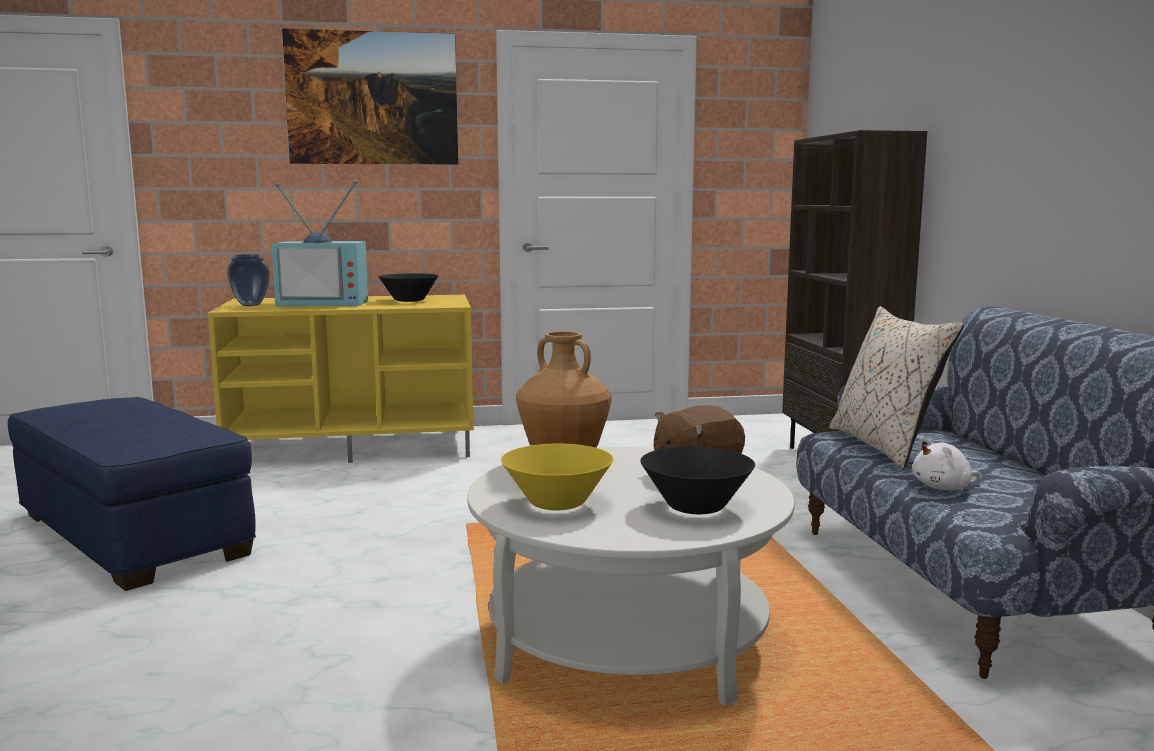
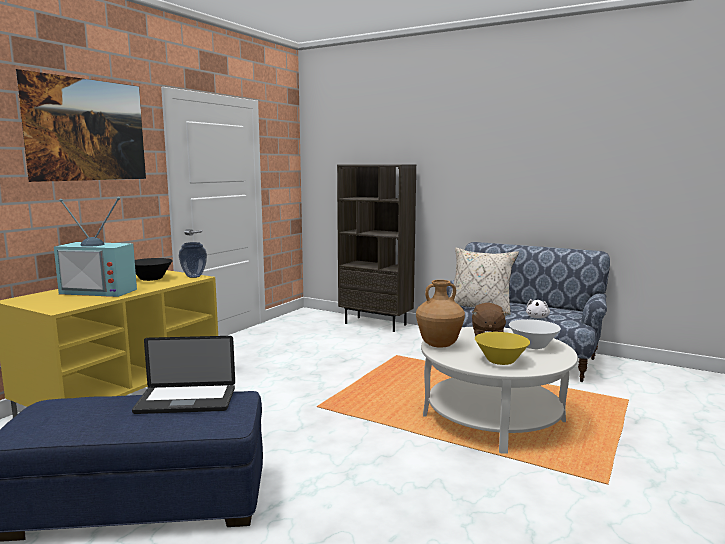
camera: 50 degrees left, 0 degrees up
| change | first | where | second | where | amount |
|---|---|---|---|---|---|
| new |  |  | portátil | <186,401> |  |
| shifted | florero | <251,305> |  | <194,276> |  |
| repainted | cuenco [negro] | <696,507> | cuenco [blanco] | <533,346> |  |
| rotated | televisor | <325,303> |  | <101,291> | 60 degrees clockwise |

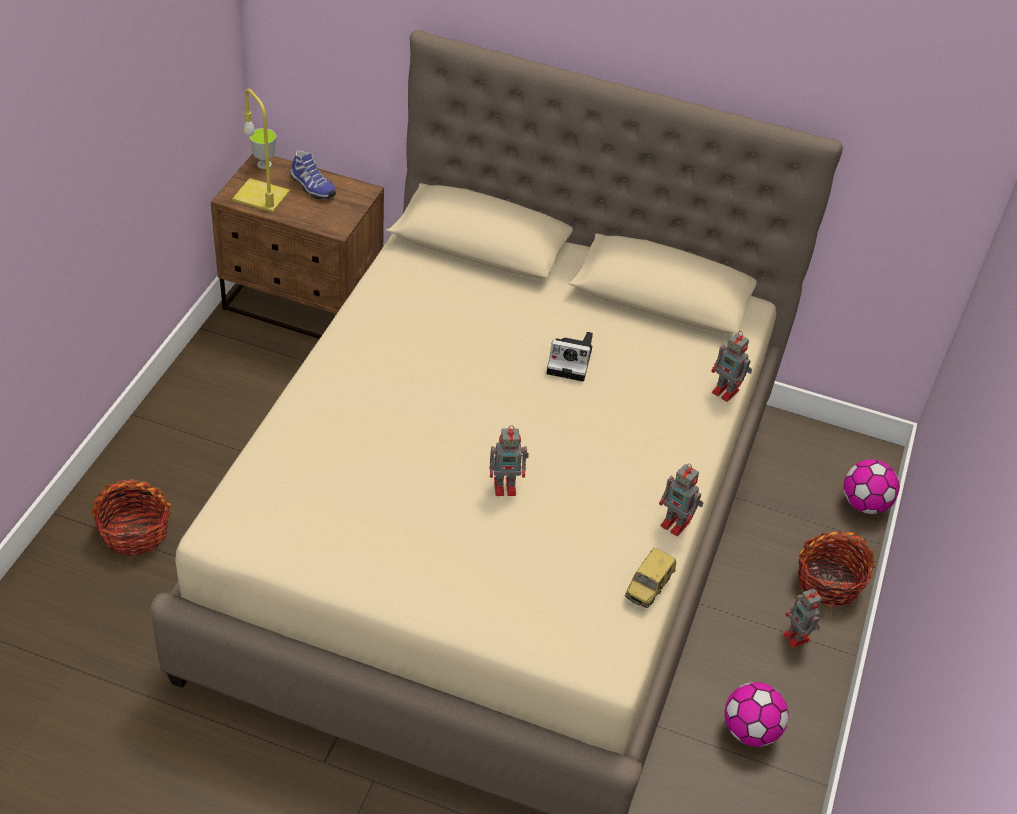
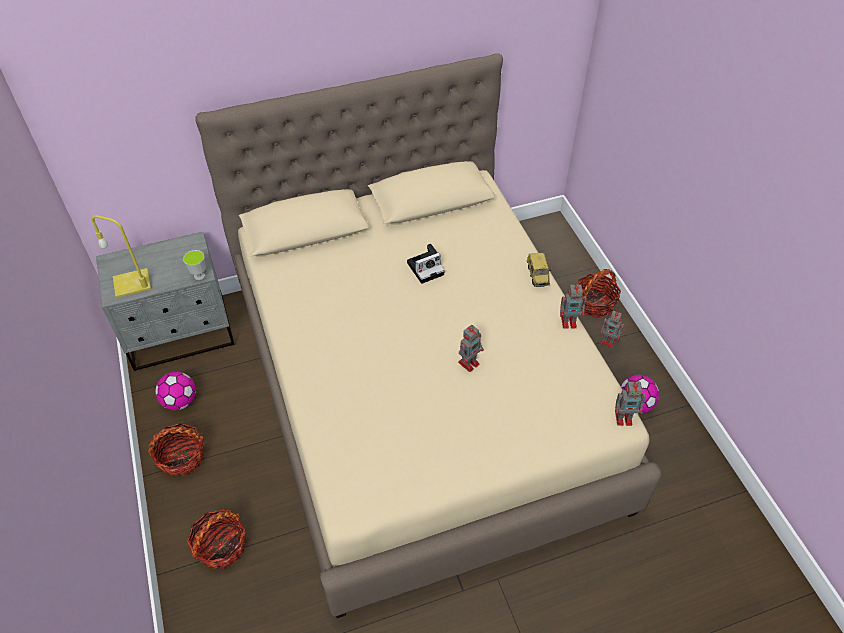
camera: 35 degrees left, 5 degrees up
| change | first | where | second | where | amount |
|---|---|---|---|---|---|
| gone | zapato | <311,187> |  |  |  |
| new |  |  | cesta | <181,457> |  |
| shifted | taza | <264,164> |  | <199,276> |  |
| shifted | coche de juguete | <649,588> |  | <538,276> |  |
| shifted | robot de juguete | <726,392> |  | <624,417> |  |
| shifted | balón de fútbol | <864,504> |  | <180,401> |  |
| repainted | mesita de noche [marrón] | <303,304> | mesita de noche [gris] | <181,335> |  |

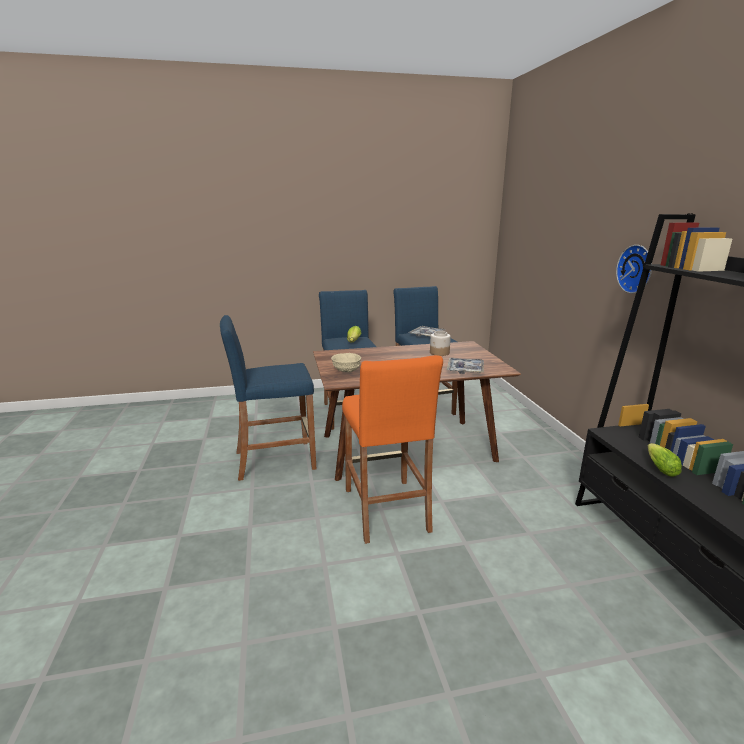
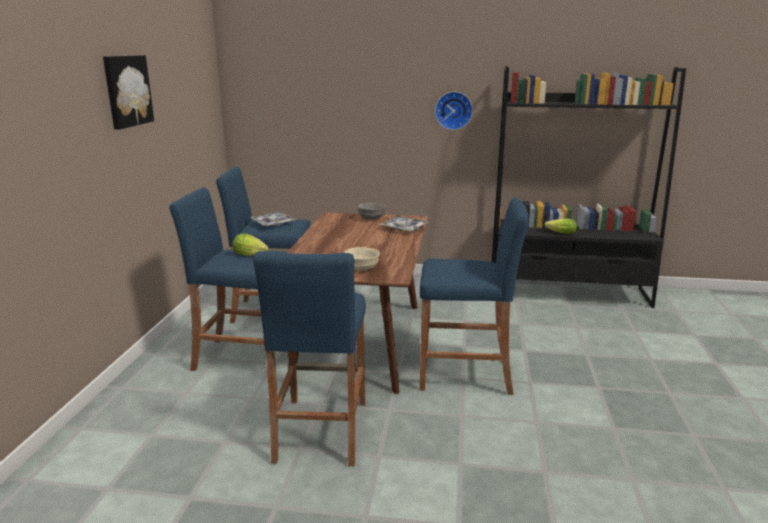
camera: 70 degrees left, 0 degrees up
| change | first | where | second | where | amount |
|---|---|---|---|---|---|
| gone | tarro | <439,353> |  |  |  |
| new |  |  | cuadro | <126,91> |  |
| new |  |  | cuenco [gris] | <371,218> |  |
| repainted | taburete [naranja] | <386,509> | taburete [azul] | <465,374> |  |

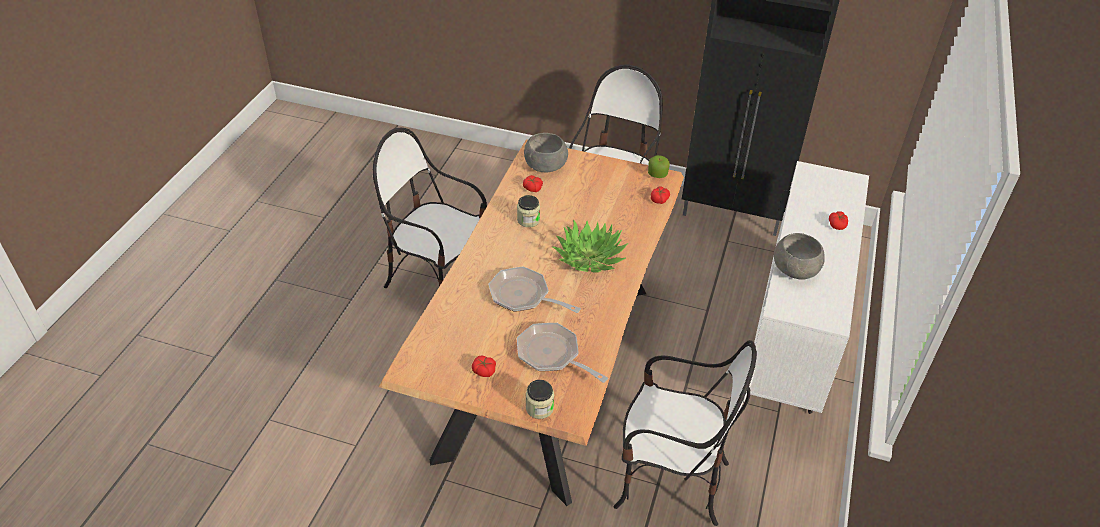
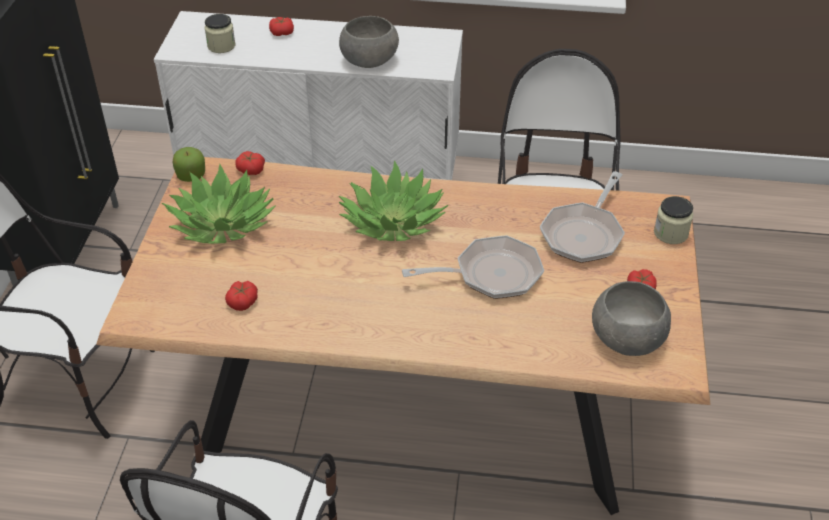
camera: 100 degrees left, 0 degrees up
| change | first | where | second | where | amount |
|---|---|---|---|---|---|
| new |  |  | planta en maceta | <222,224> |  |
| shifted | tarro | <528,220> |  | <221,46> |  |
| shifted | cuenco [gris] | <545,165> |  | <628,338> |  |
| rotated | sartén | <523,296> |  | <490,275> | 120 degrees counterclockwise |

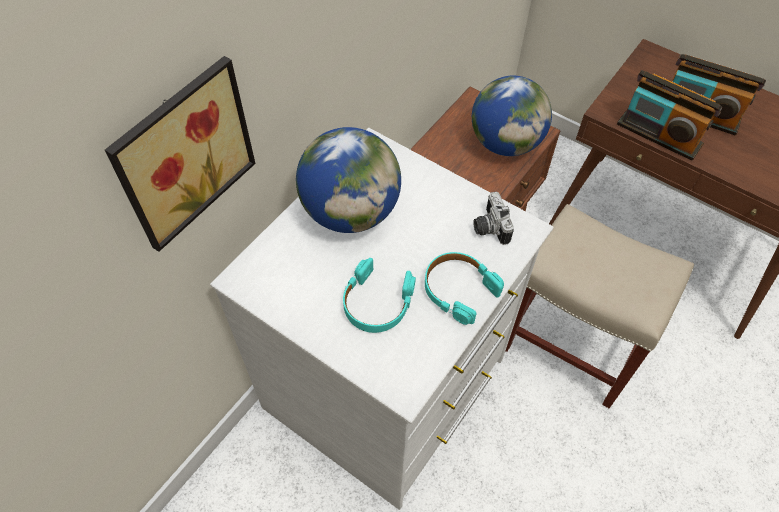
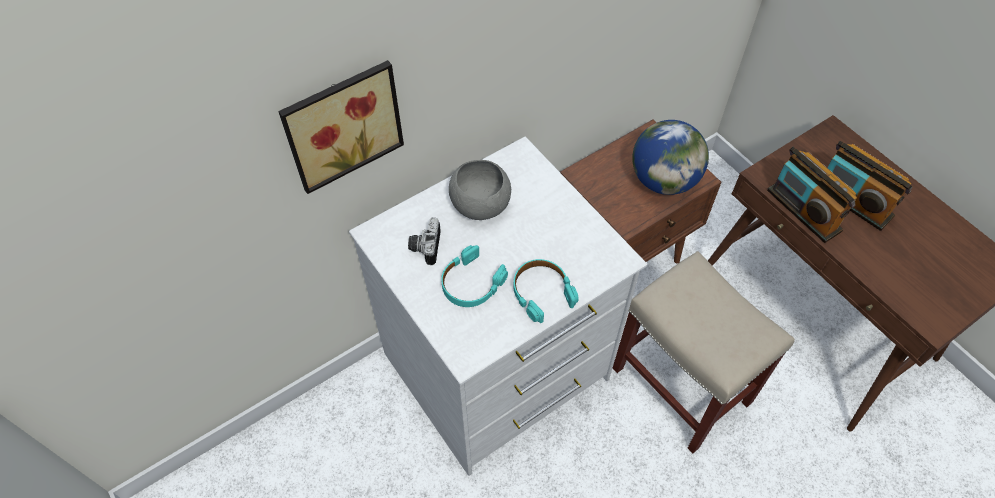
camera: 20 degrees right, 0 degrees up
| change | first | where | second | where | amount |
|---|---|---|---|---|---|
| shifted | cámara | <488,227> |  | <424,247> |  |
| swapped | globo terráqueo | <350,212> | cuenco [gris] | <480,204> |  |

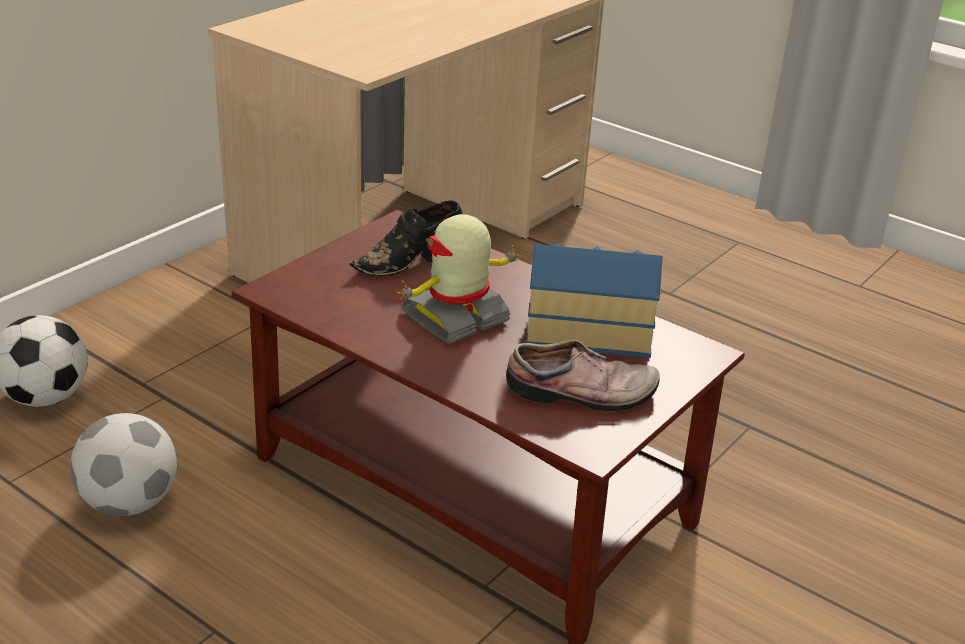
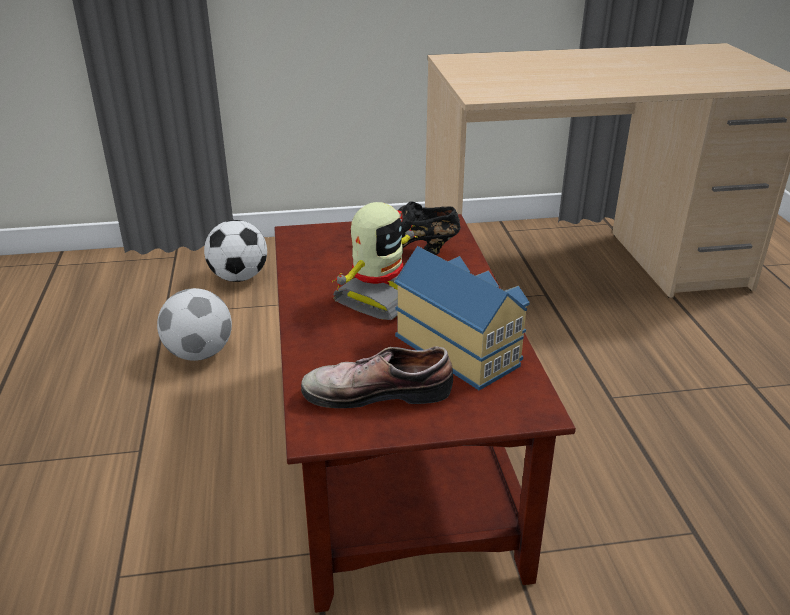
camera: 45 degrees right, 0 degrees up
| change | first | where | second | where | amount |
|---|---|---|---|---|---|
| rotated | robot de juguete | <457,318> |  | <379,297> | 120 degrees clockwise |
| rotated | zapato | <582,394> |  | <377,390> | 135 degrees clockwise |

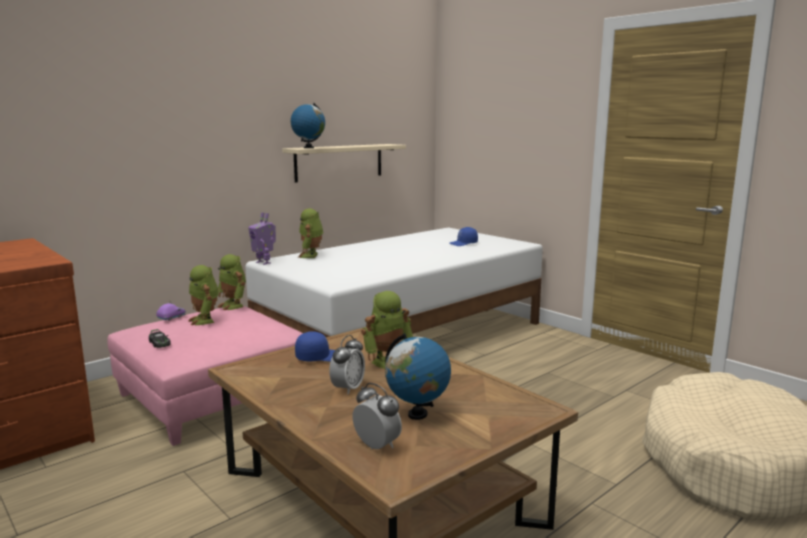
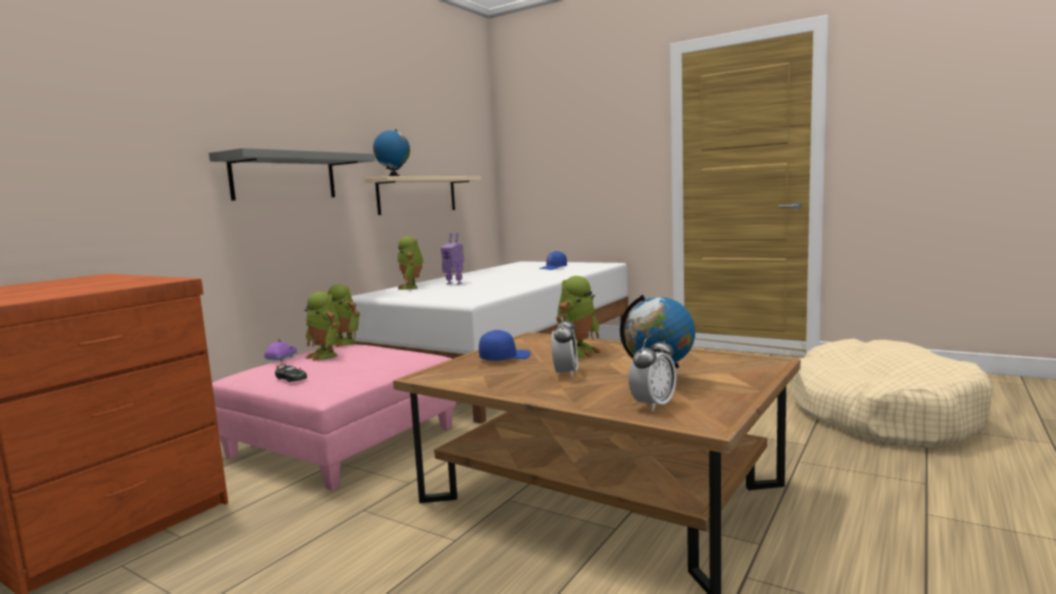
camera: 15 degrees left, 5 degrees down
| change | first | where | second | where | amount |
|---|---|---|---|---|---|
| new |  |  | estante [gris] | <284,177> |  |
| shifted | robot de juguete | <264,262> |  | <455,283> |  |
| rotated | despertador | <377,446> |  | <653,405> | 105 degrees clockwise |

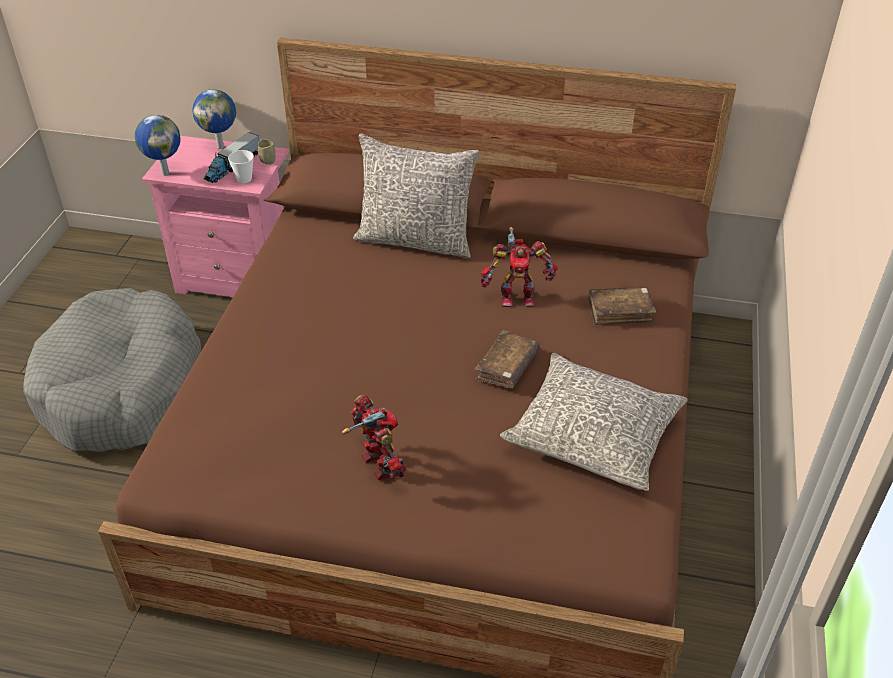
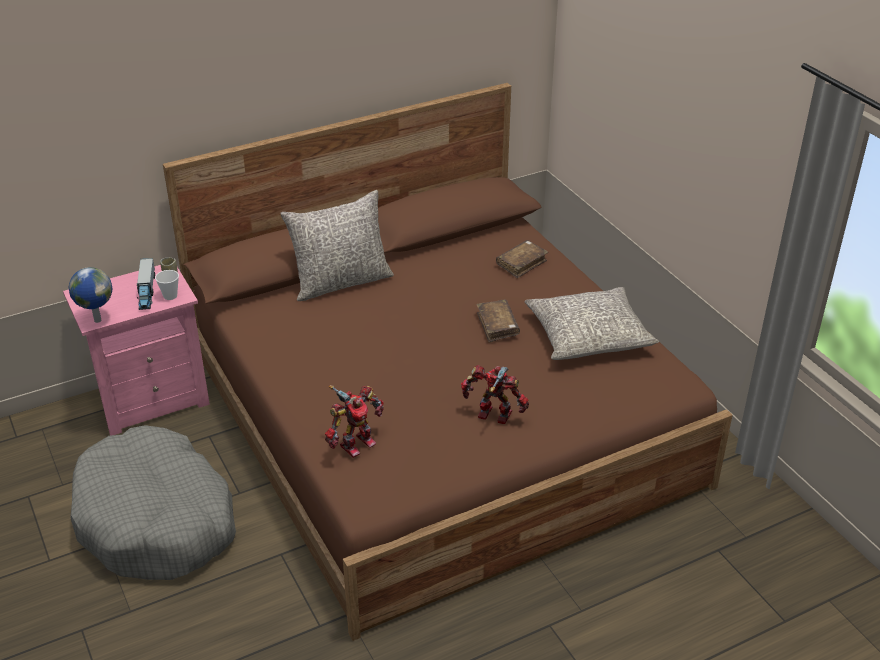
camera: 40 degrees left, 5 degrees down
| change | first | where | second | where | amount |
|---|---|---|---|---|---|
| gone | globo terráqueo | <221,146> |  |  |  |
| shifted | robot de juguete | <516,296> |  | <355,443> |  |

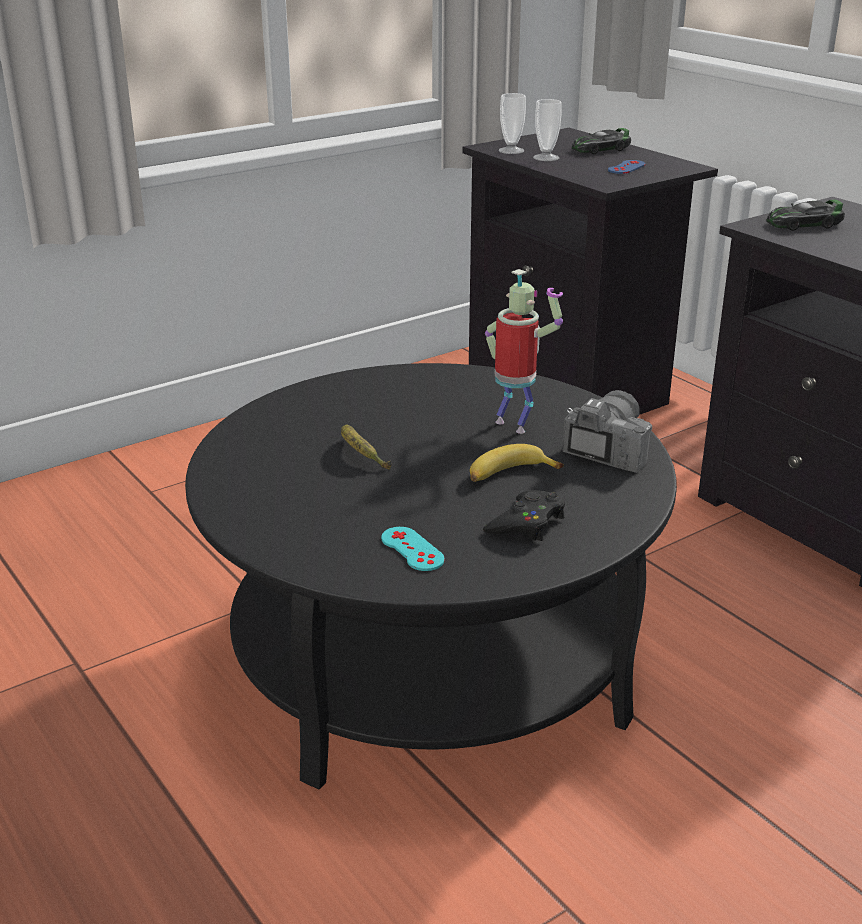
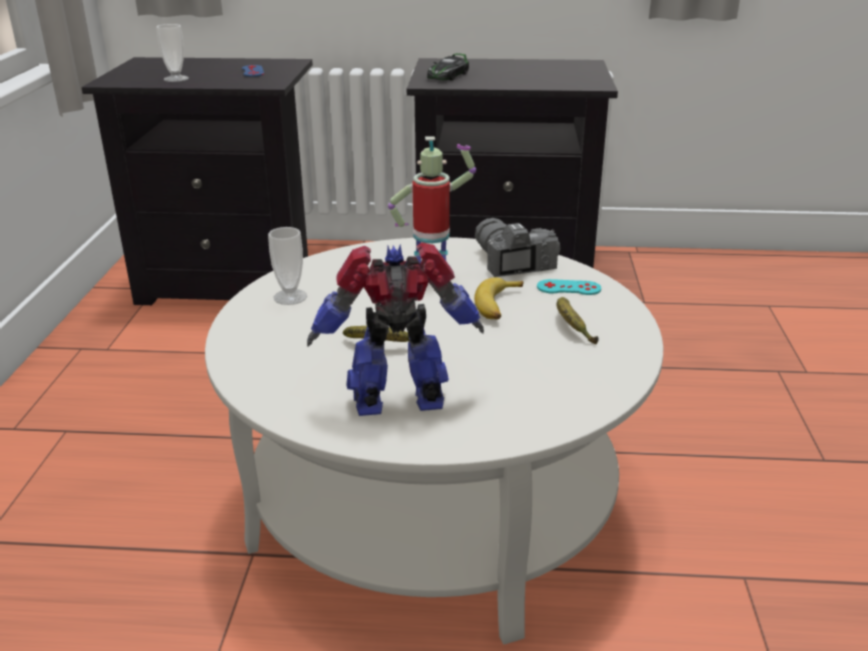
camera: 50 degrees left, 0 degrees up
| change | first | where | second | where | amount |
|---|---|---|---|---|---|
| gone | coche de juguete | <601,149> |  |  |  |
| new |  |  | robot de juguete | <400,403> |  |
| shifted | mando de consola [turquesa] | <412,549> |  | <568,288> |  |
| shifted | taza | <511,150> |  | <290,297> |  |
| swapped | mando de consola [negro] | <526,523> | plátano | <571,327> |  |
| repainted | mesa de centro [negro] | <430,654> | mesa de centro [blanco] | <434,499> |  |

